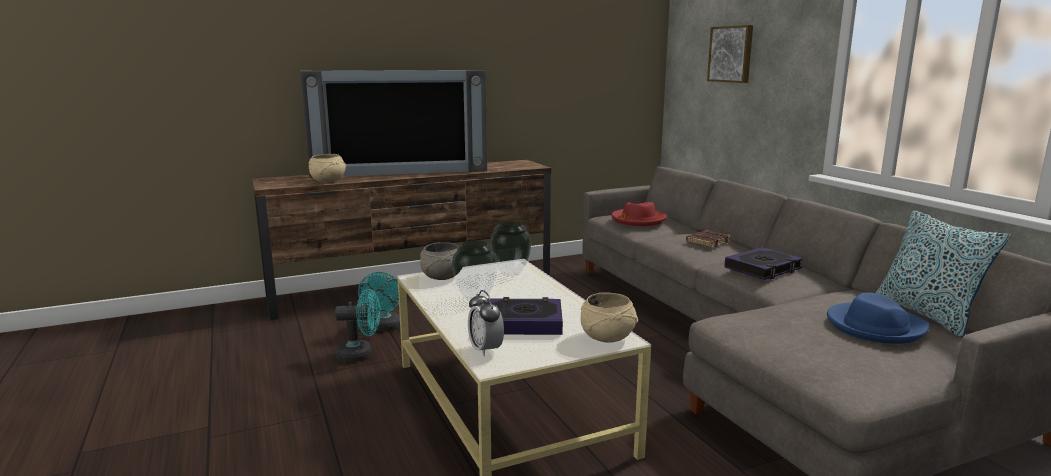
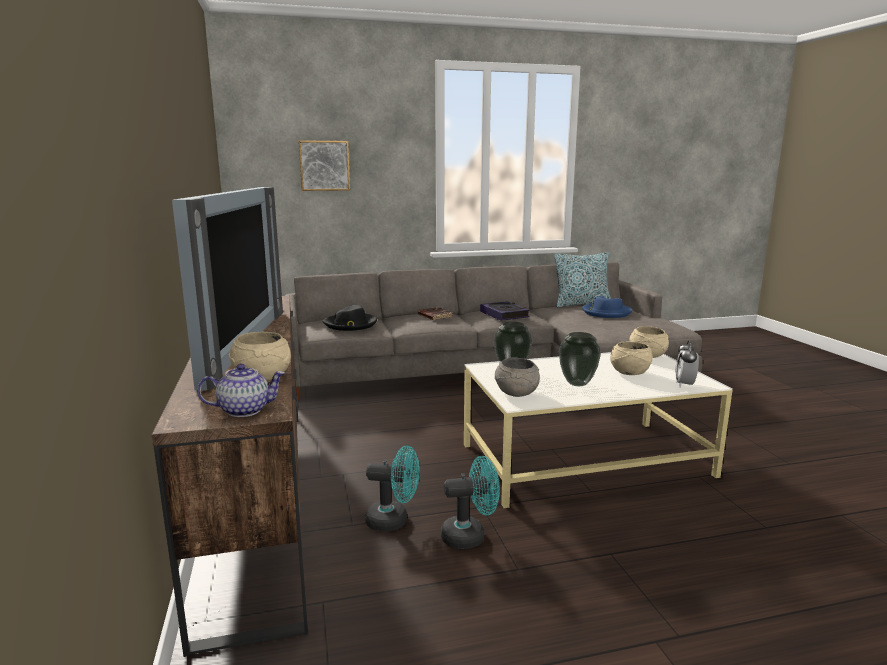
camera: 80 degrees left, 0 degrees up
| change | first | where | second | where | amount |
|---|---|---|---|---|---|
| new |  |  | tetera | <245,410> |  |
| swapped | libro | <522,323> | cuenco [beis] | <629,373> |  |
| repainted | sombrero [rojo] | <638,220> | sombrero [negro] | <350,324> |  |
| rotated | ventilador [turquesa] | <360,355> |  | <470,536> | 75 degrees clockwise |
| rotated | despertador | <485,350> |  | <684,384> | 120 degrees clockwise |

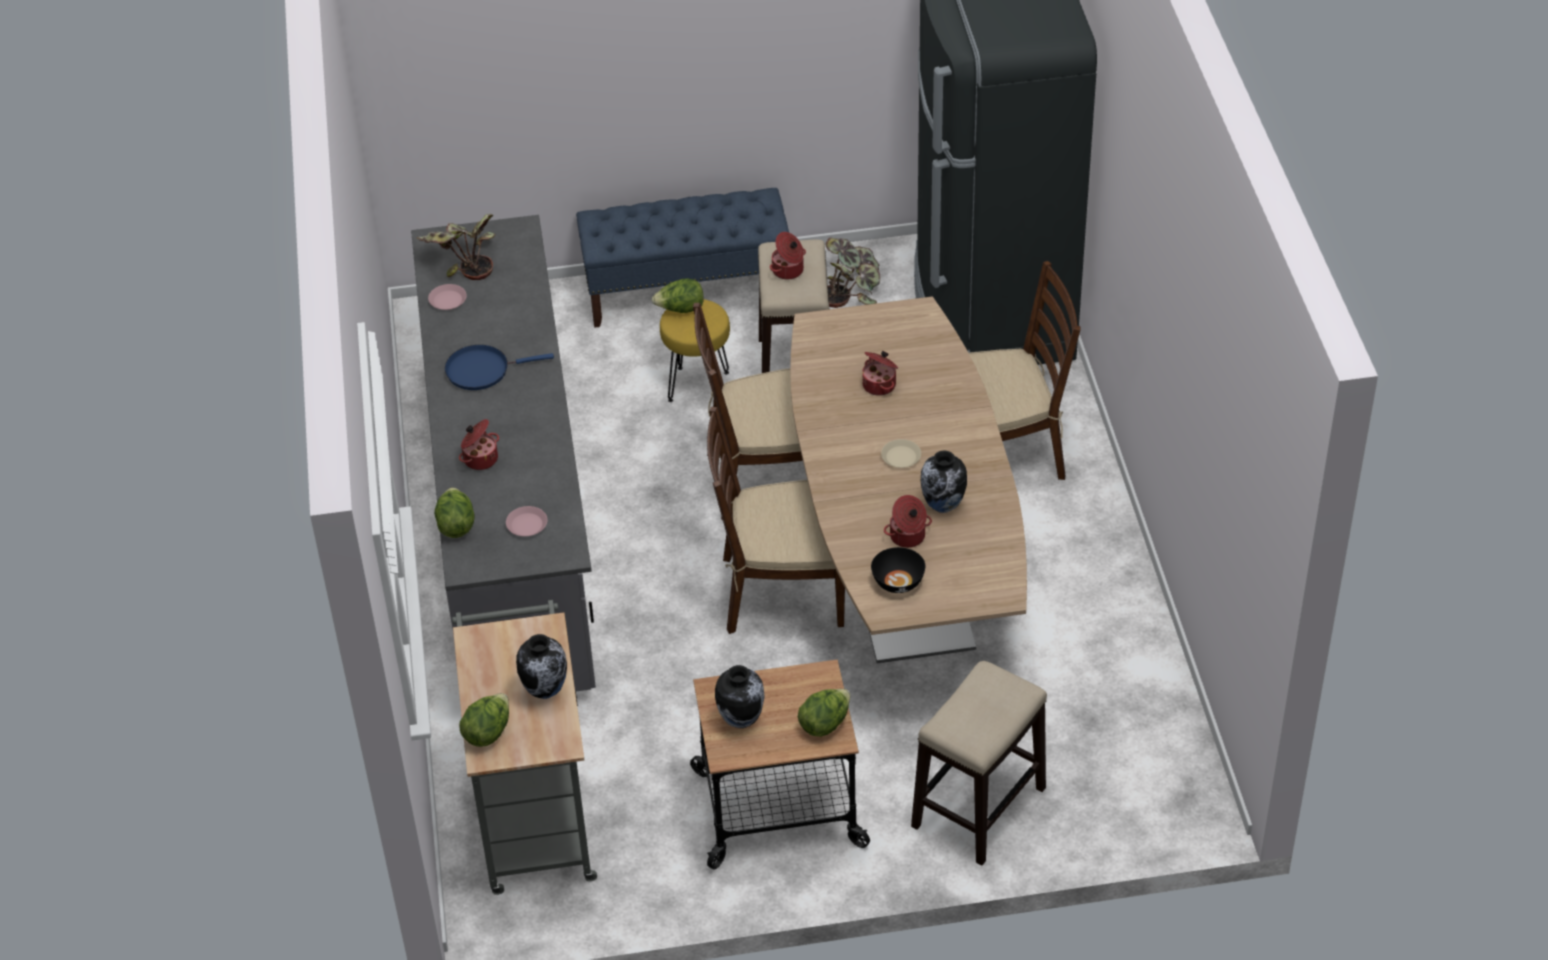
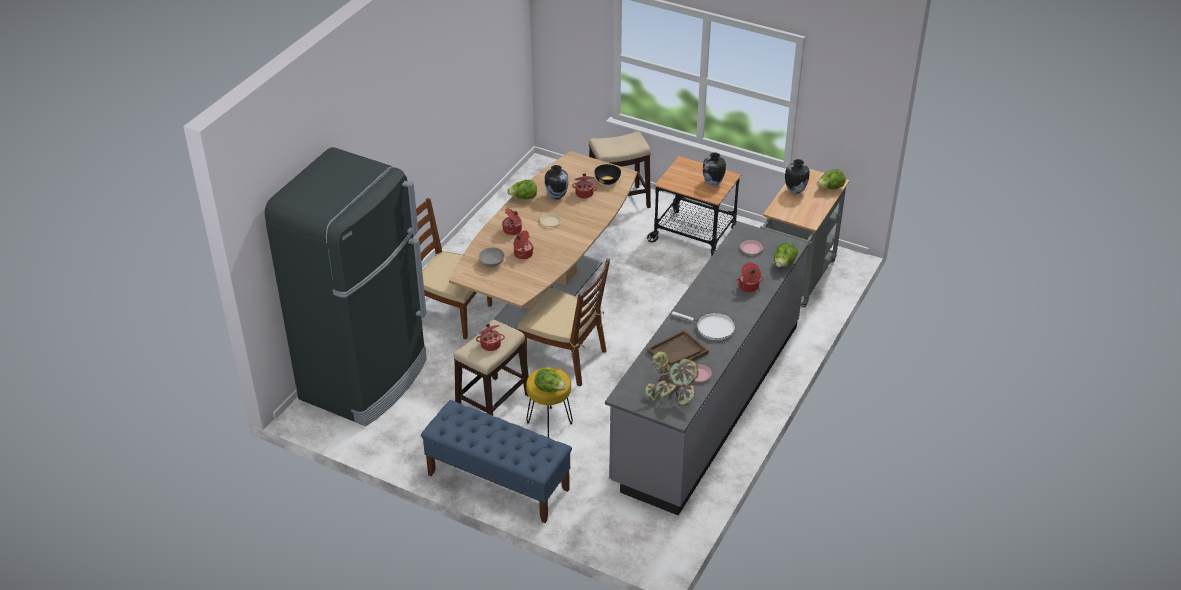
camera: 145 degrees left, 5 degrees down
| change | first | where | second | where | amount |
|---|---|---|---|---|---|
| gone | silla [marrón] | <781,591> |  |  |  |
| gone | planta en maceta | <852,290> |  |  |  |
| new |  |  | cuenco [gris] | <492,263> |  |
| new |  |  | olla | <513,230> |  |
| new |  |  | bandeja [marrón] | <677,352> |  |
| shifted | lechuga | <825,723> |  | <523,198> |  |
| repainted | sartén [azul] | <482,370> | sartén [blanco] | <712,328> |  |

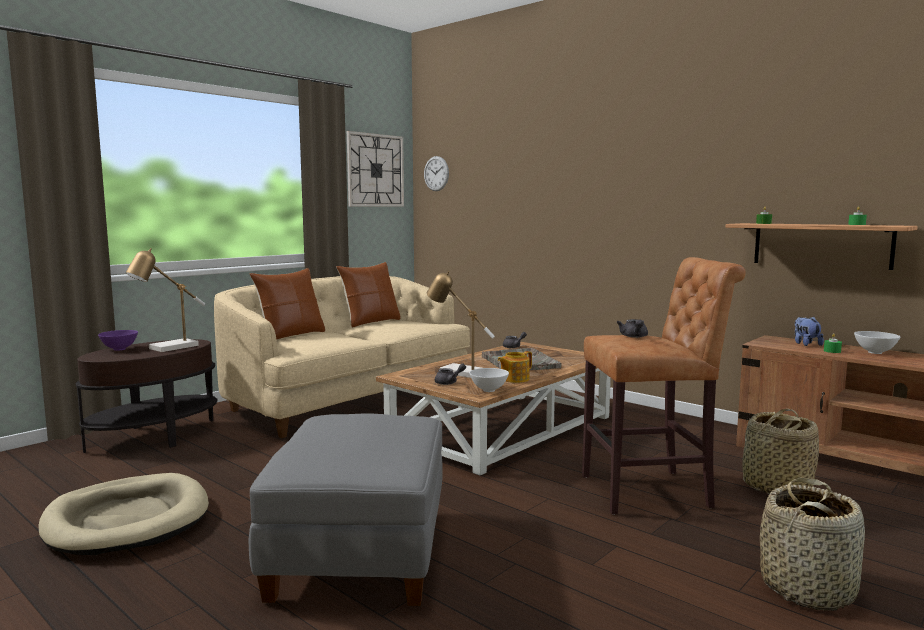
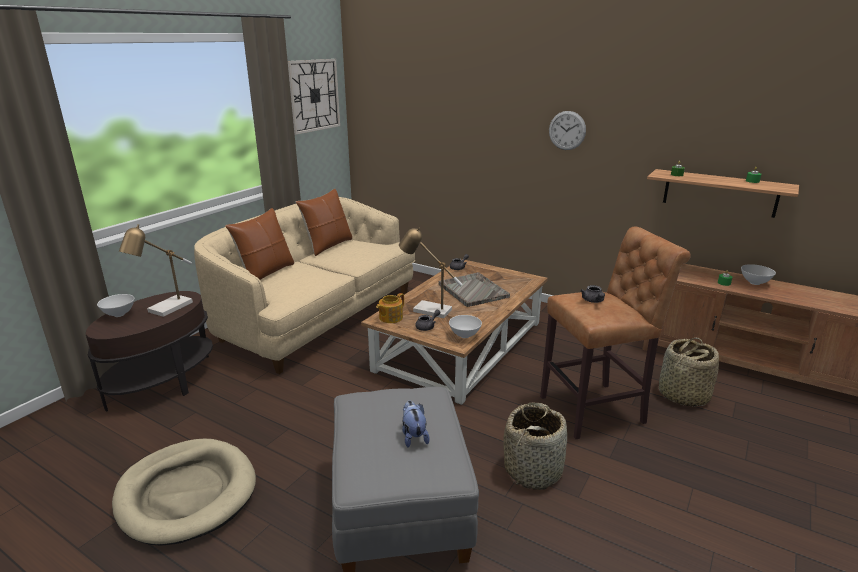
camera: 10 degrees left, 15 degrees up
| change | first | where | second | where | amount |
|---|---|---|---|---|---|
| shifted | reloj de pared | <436,173> |  | <567,130> |  |
| shifted | tetera | <514,379> |  | <390,318> |  |
| shifted | cesta | <808,588> |  | <533,470> |  |
| shifted | peluche | <806,344> |  | <413,436> |  |
| repainted | cuenco [morado] | <119,349> | cuenco [blanco] | <119,314> |  |

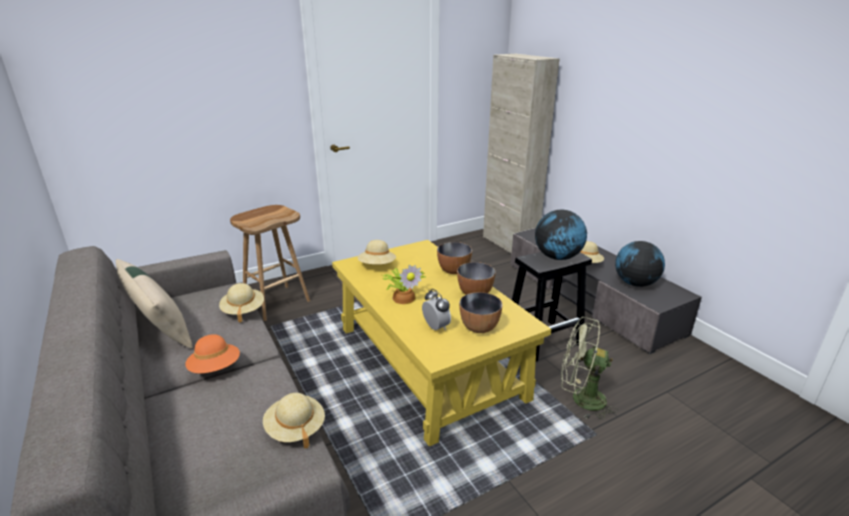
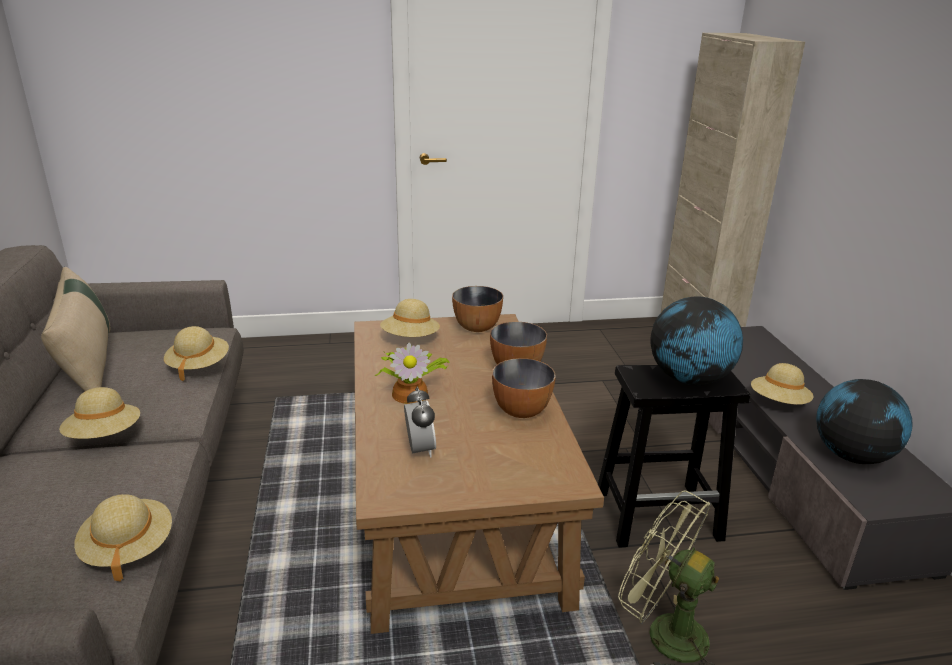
camera: 20 degrees right, 0 degrees up
| change | first | where | second | where | amount |
|---|---|---|---|---|---|
| gone | taburete [marrón] | <277,302> |  |  |  |
| shifted | cuenco | <479,328> |  | <477,327> |  |
| repainted | sombrero [naranja] | <215,368> | sombrero [beis] | <105,436> |  |
| repainted | mesa de centro [amarillo] | <427,361> | mesa de centro [marrón] | <452,502> |  |

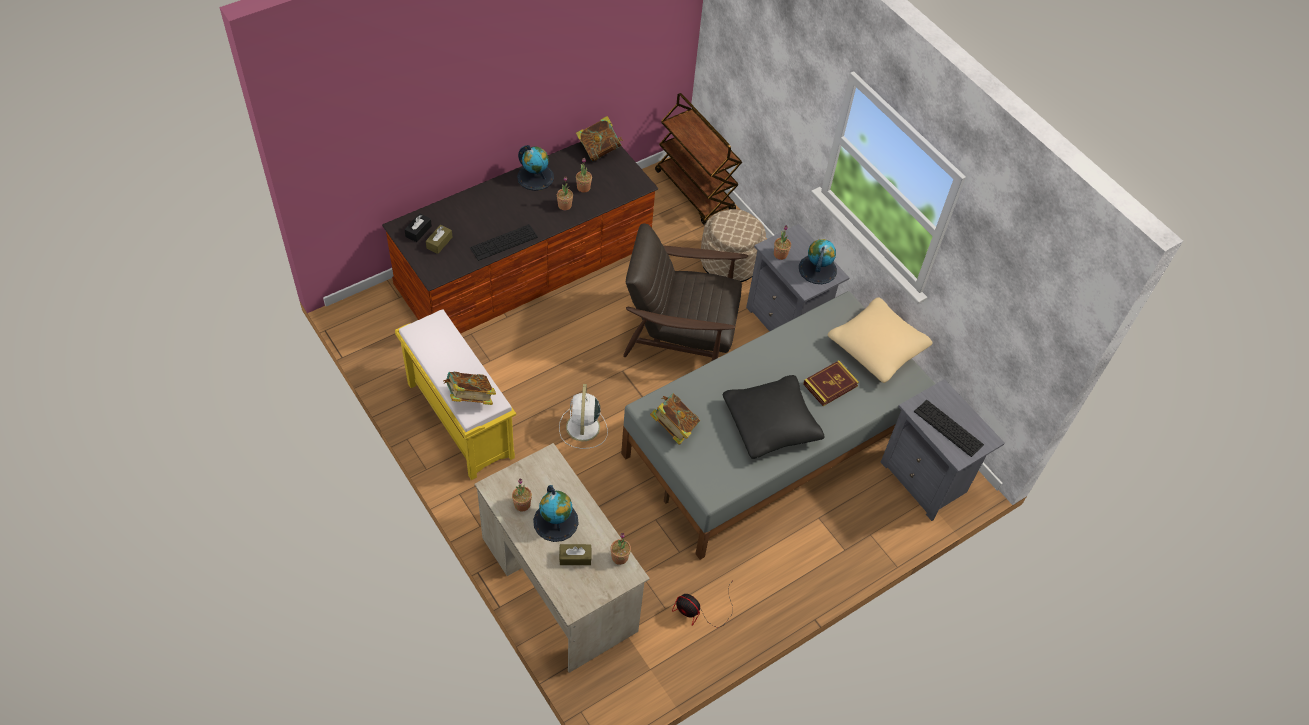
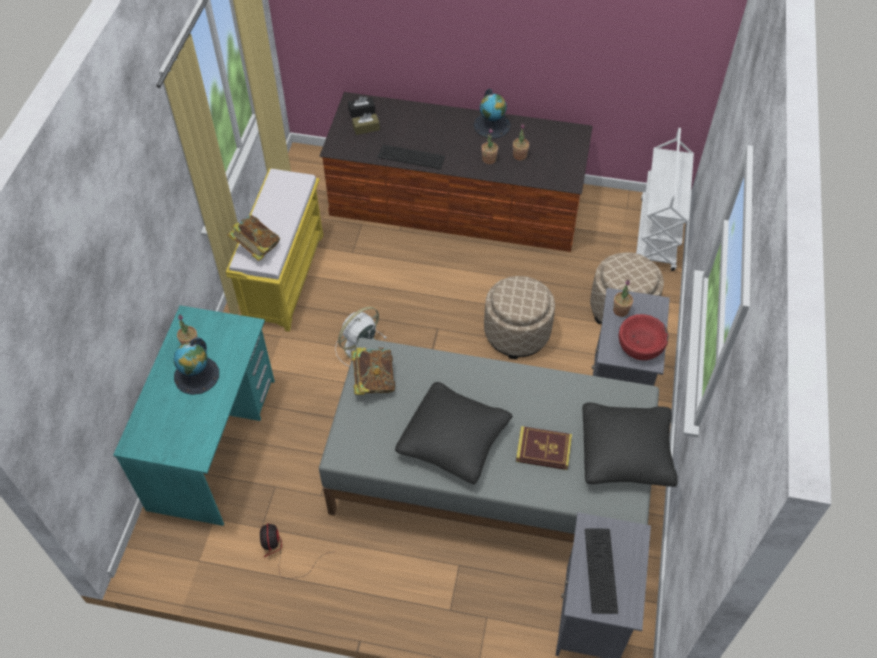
camera: 50 degrees right, 0 degrees up
| change | first | where | second | where | amount |
|---|---|---|---|---|---|
| gone | caja de pañuelos [marrón] | <575,557> |  |  |  |
| gone | libro | <599,150> |  |  |  |
| gone | planta en maceta | <619,557> |  |  |  |
| swapped | sillón [marrón] | <680,332> | puf [beis] | <517,333> |  |
| swapped | globo terráqueo | <817,269> | cuenco [rojo] | <640,345> |  |
| repainted | escritorio [beis] | <559,583> | escritorio [turquesa] | <213,443> |  |
| repainted | carrito [marrón] | <695,191> | carrito [blanco] | <657,235> |  |
| repainted | cojín [beis] | <877,347> | cojín [negro] | <626,452> |  |

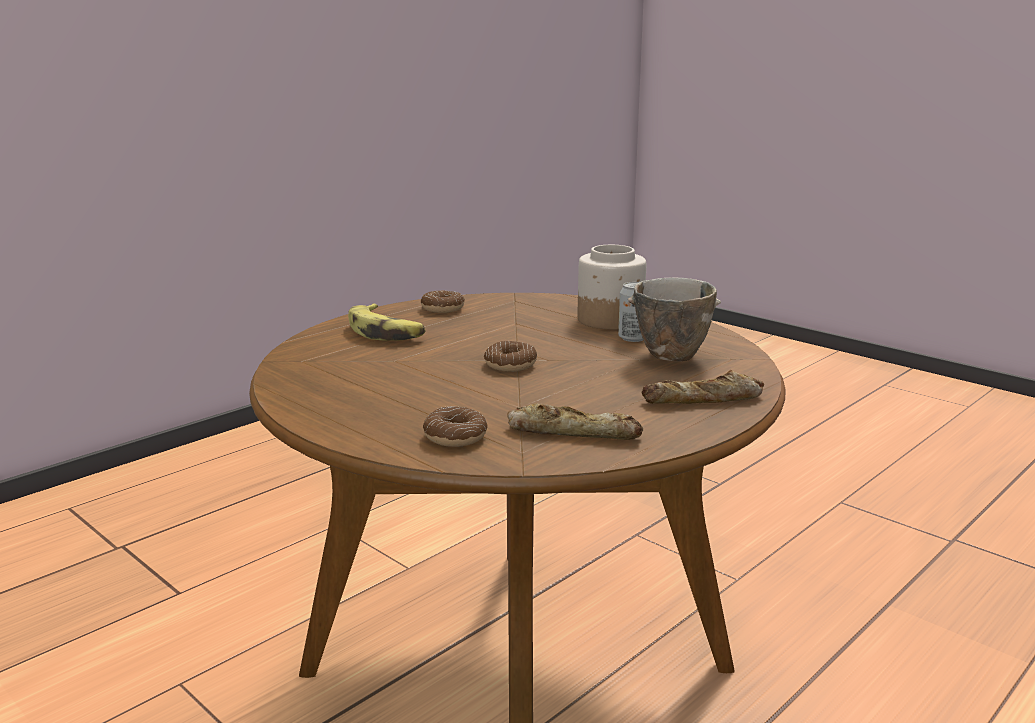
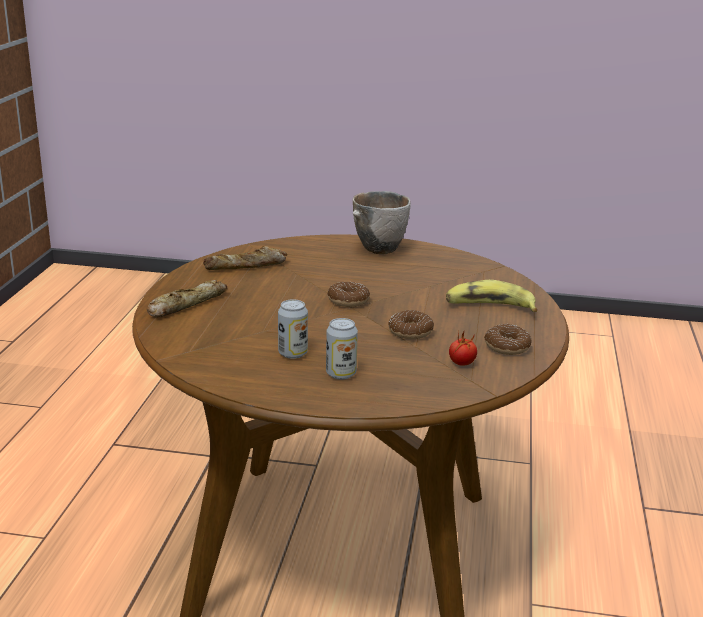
camera: 145 degrees right, 5 degrees up
| change | first | where | second | where | amount |
|---|---|---|---|---|---|
| new |  |  | tomate | <462,363> |  |
| shifted | rosquilla | <455,437> |  | <410,332> |  |
| shifted | cuenco | <667,357> |  | <382,249> |  |
| swapped | tarro | <609,320> | lata | <341,374> |  |

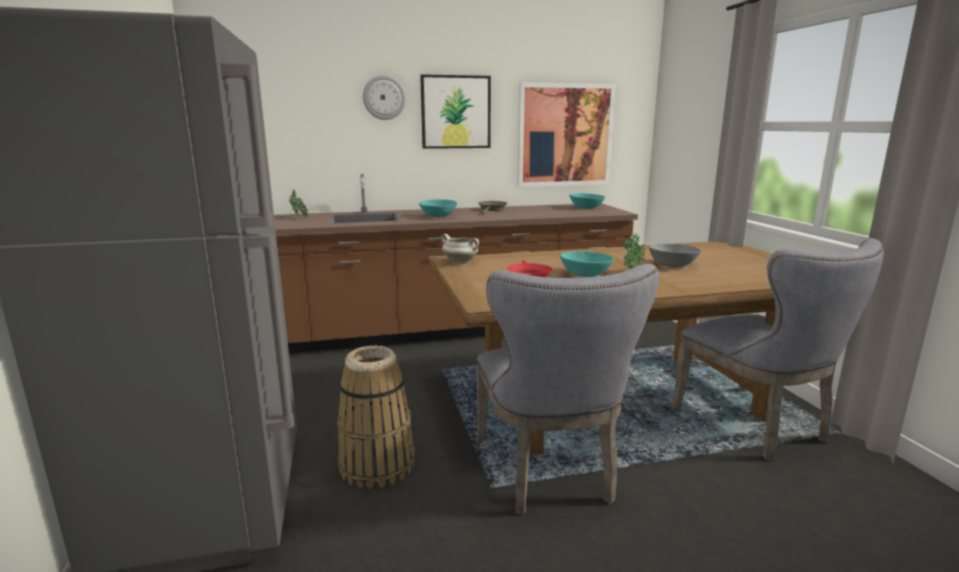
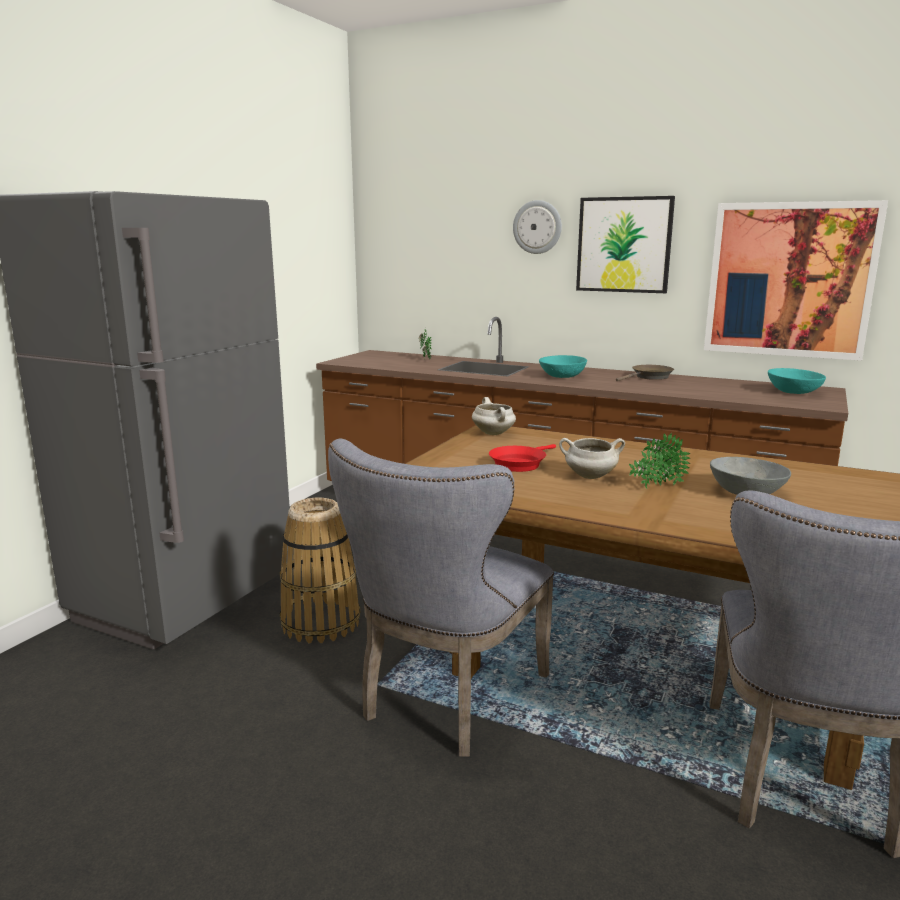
camera: 40 degrees right, 0 degrees up
| change | first | where | second | where | amount |
|---|---|---|---|---|---|
| swapped | cuenco [turquesa] | <585,275> | olla [blanco] | <589,477> |  |

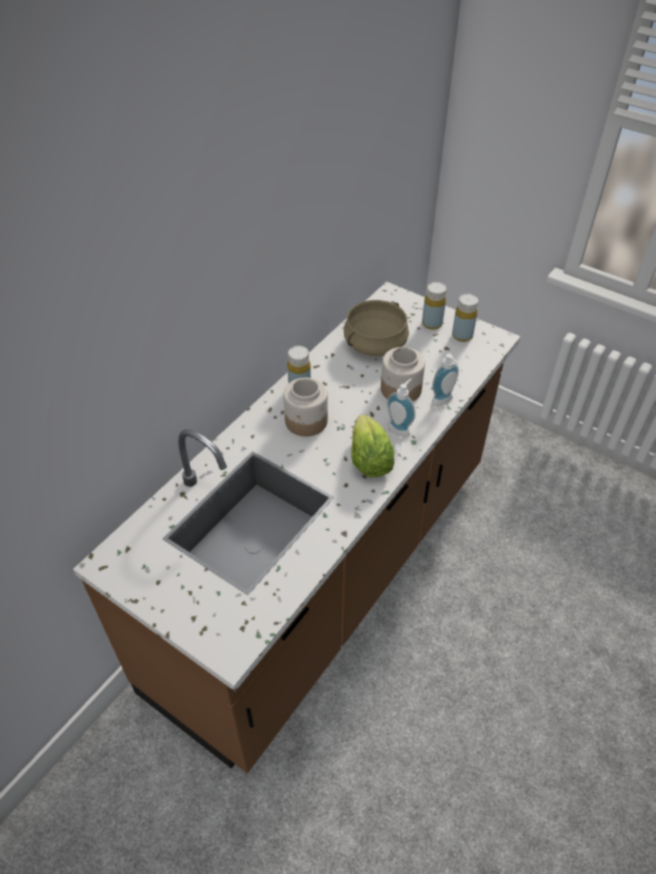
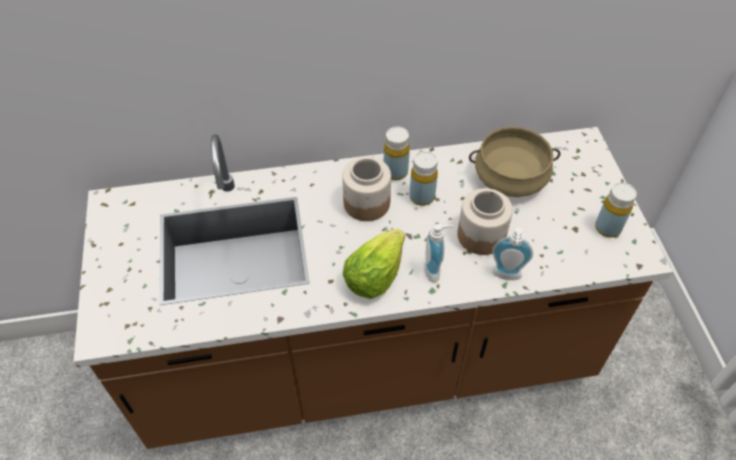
camera: 45 degrees right, 5 degrees up
| change | first | where | second | where | amount |
|---|---|---|---|---|---|
| shifted | botella [amarillo] | <432,323> |  | <422,197> |  |

